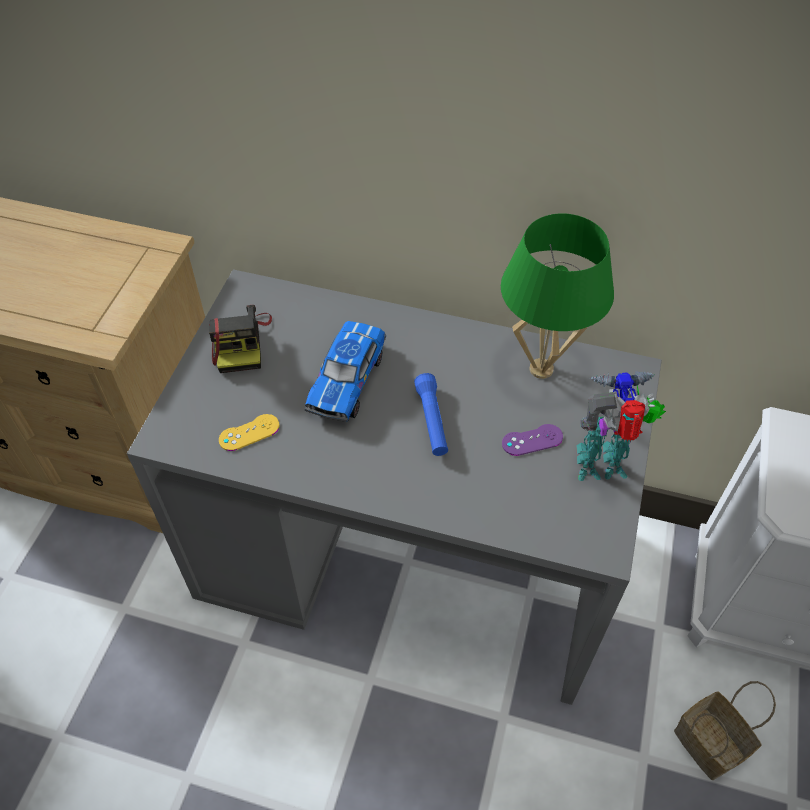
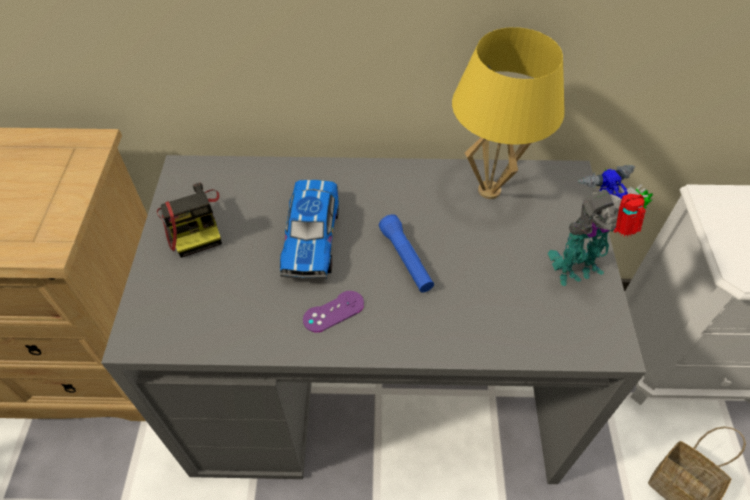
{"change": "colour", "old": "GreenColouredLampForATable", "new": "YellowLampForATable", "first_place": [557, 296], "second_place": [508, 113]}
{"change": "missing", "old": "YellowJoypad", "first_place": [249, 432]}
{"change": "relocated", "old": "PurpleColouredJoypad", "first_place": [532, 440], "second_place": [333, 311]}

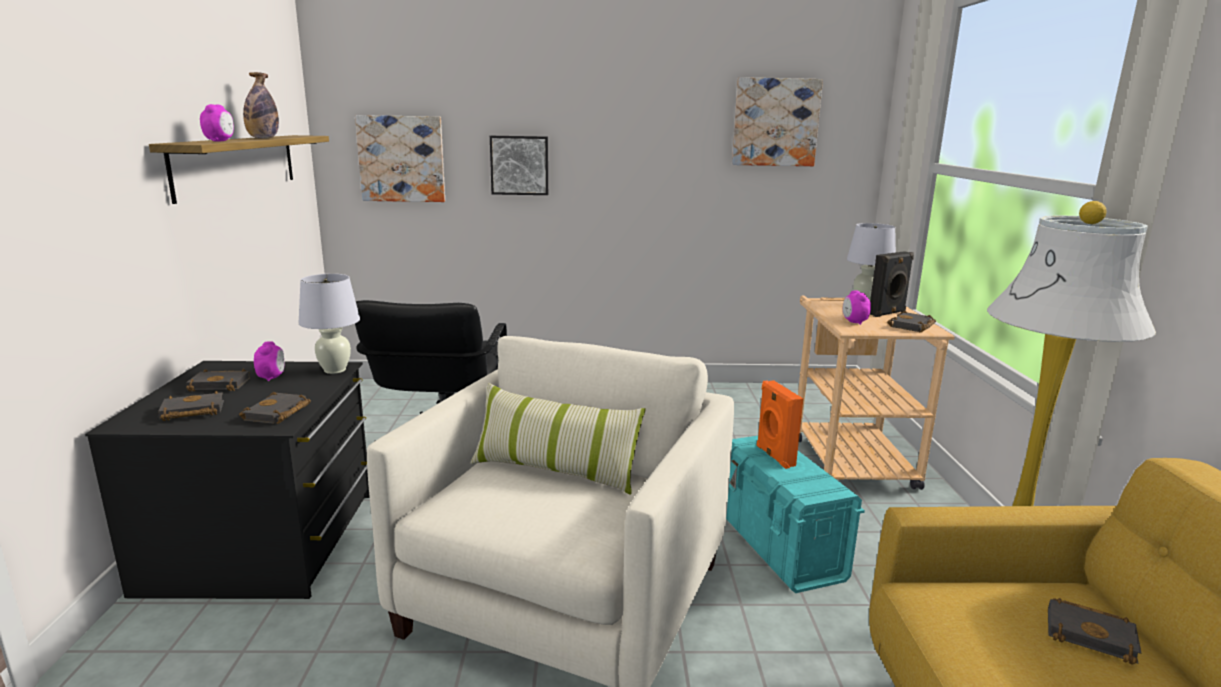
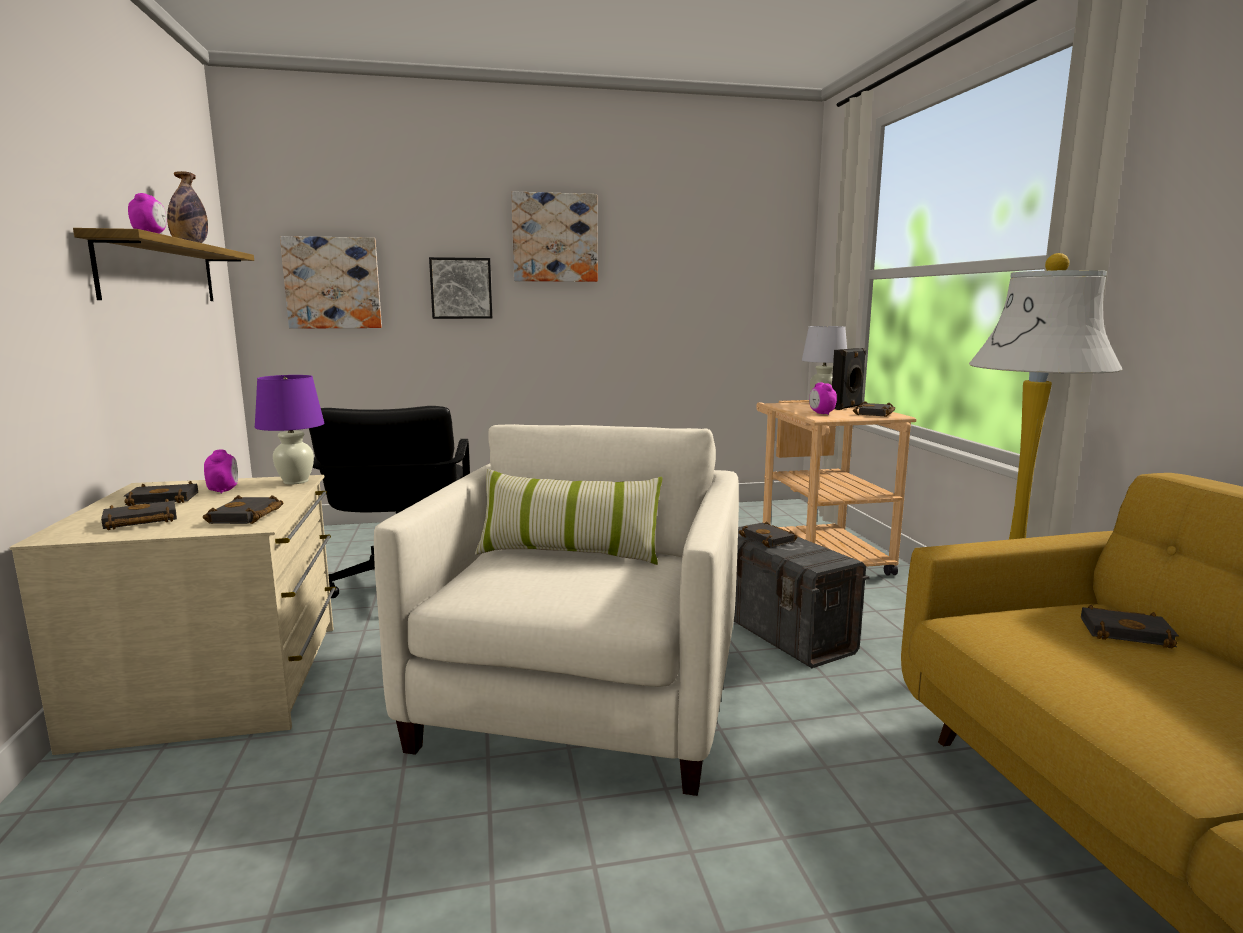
{"change": "relocated", "old": "Picture", "first_place": [777, 121], "second_place": [554, 236]}
{"change": "colour", "old": "WhiteColouredLampForATable", "new": "PurpleColouredLampForATable", "first_place": [329, 324], "second_place": [289, 429]}
{"change": "colour", "old": "BlackDrawerChest", "new": "SandColouredDrawerChest", "first_place": [227, 480], "second_place": [172, 615]}
{"change": "exchanged", "old": "OrangeSpeaker", "new": "BlackBook", "first_place": [780, 424], "second_place": [768, 534]}
{"change": "colour", "old": "TurquoiseStorageBin", "new": "GreyStorageBin", "first_place": [795, 514], "second_place": [802, 595]}

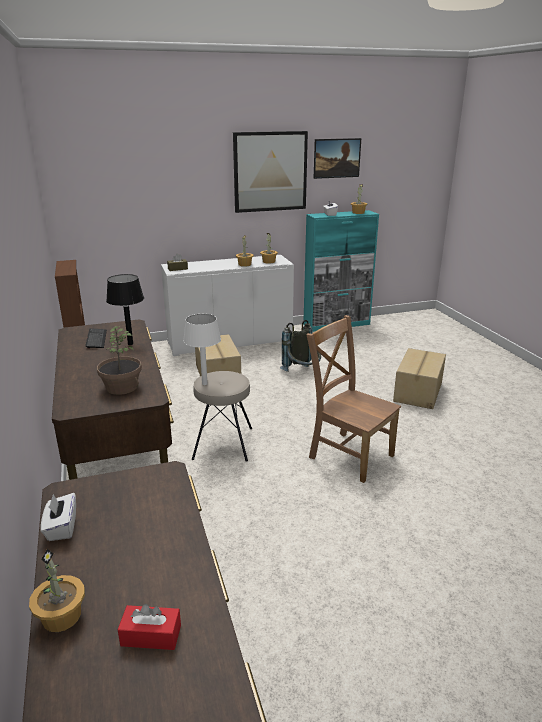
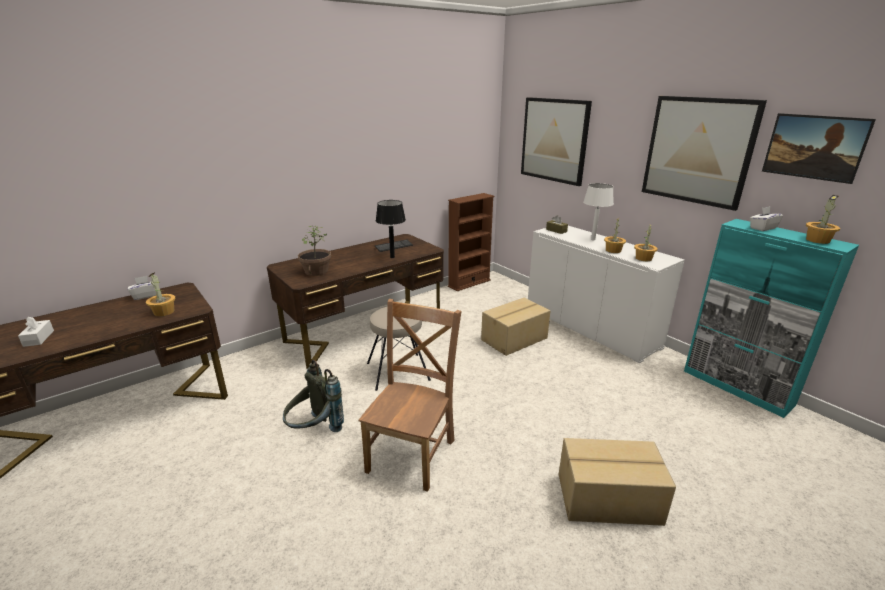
{"change": "relocated", "old": "WhiteColouredLampForATable", "first_place": [202, 349], "second_place": [598, 211]}
{"change": "relocated", "old": "GreyRucksack", "first_place": [300, 346], "second_place": [313, 396]}
{"change": "relocated", "old": "PottedPlant", "first_place": [57, 590], "second_place": [161, 295]}
{"change": "colour", "old": "RedTissueBox", "new": "WhiteColouredTissueBox", "first_place": [149, 627], "second_place": [36, 331]}
{"change": "appeared", "new": "Picture", "second_place": [556, 141]}

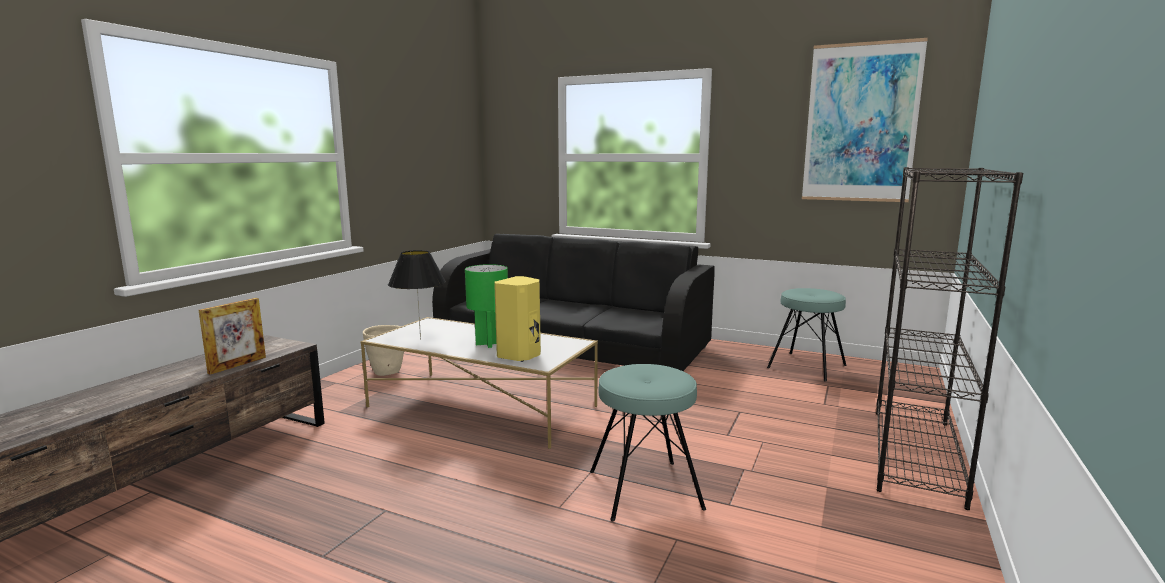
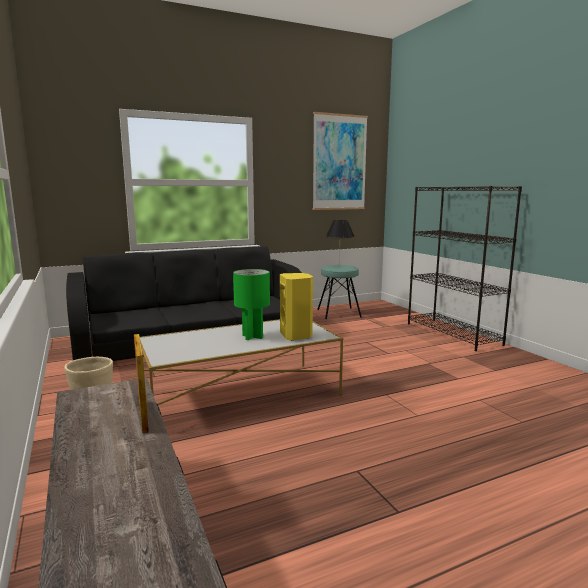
{"change": "relocated", "old": "BlackLampForATable", "first_place": [417, 294], "second_place": [340, 243]}
{"change": "missing", "old": "TurquoiseStool", "first_place": [648, 442]}

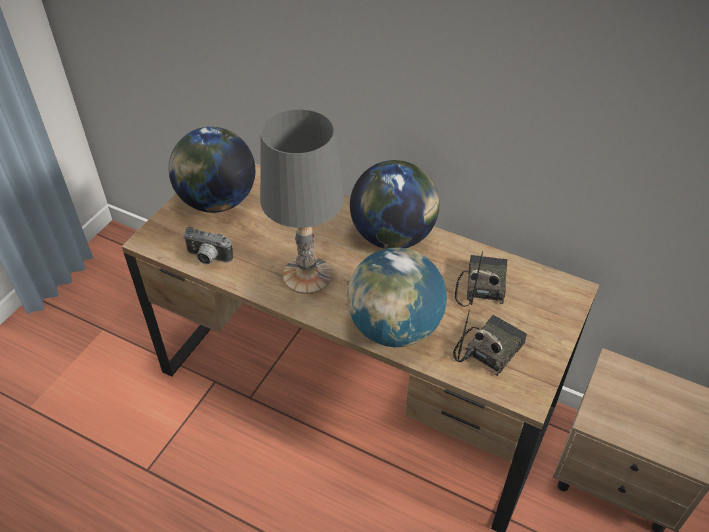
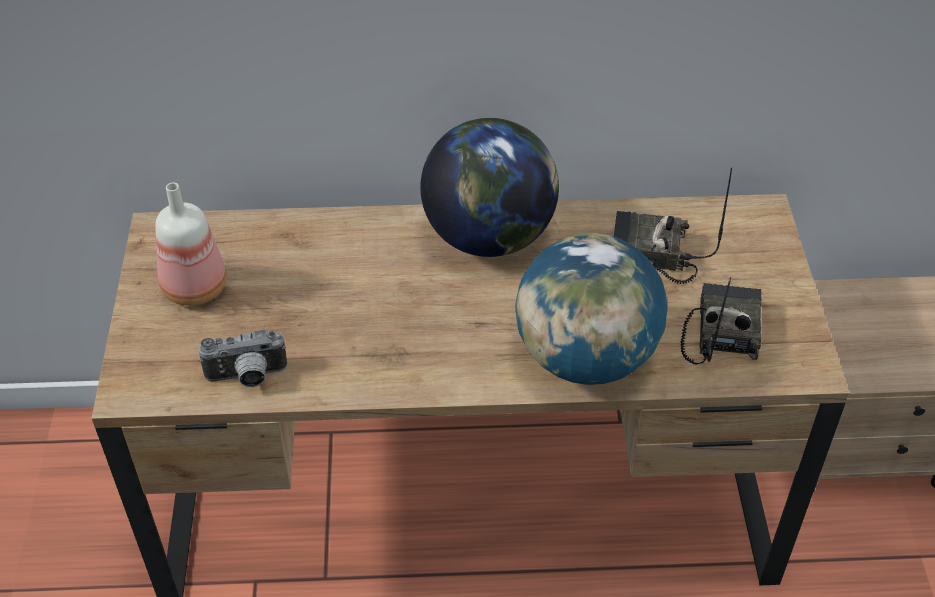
{"change": "missing", "old": "GreyLampForATable", "first_place": [302, 201]}
{"change": "exchanged", "old": "DeskGlobe", "new": "DrinkBottle", "first_place": [212, 170], "second_place": [191, 244]}
{"change": "spun", "old": "Radio", "first_place": [481, 279], "second_place": [673, 225], "degrees": -60}

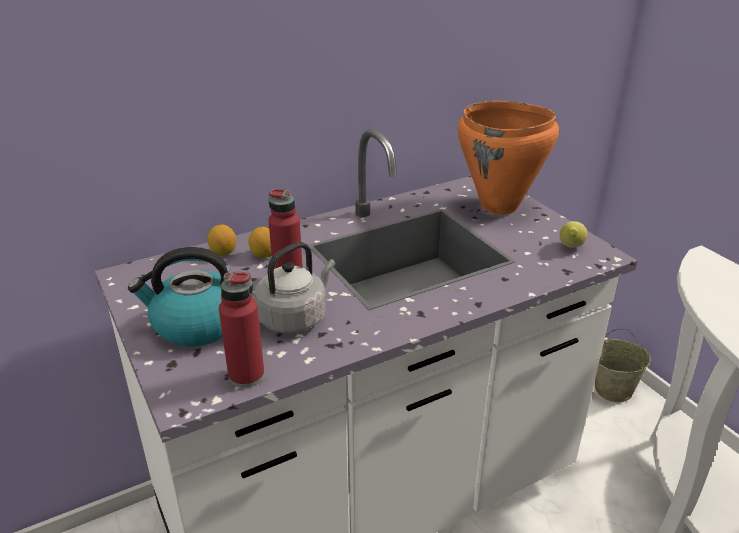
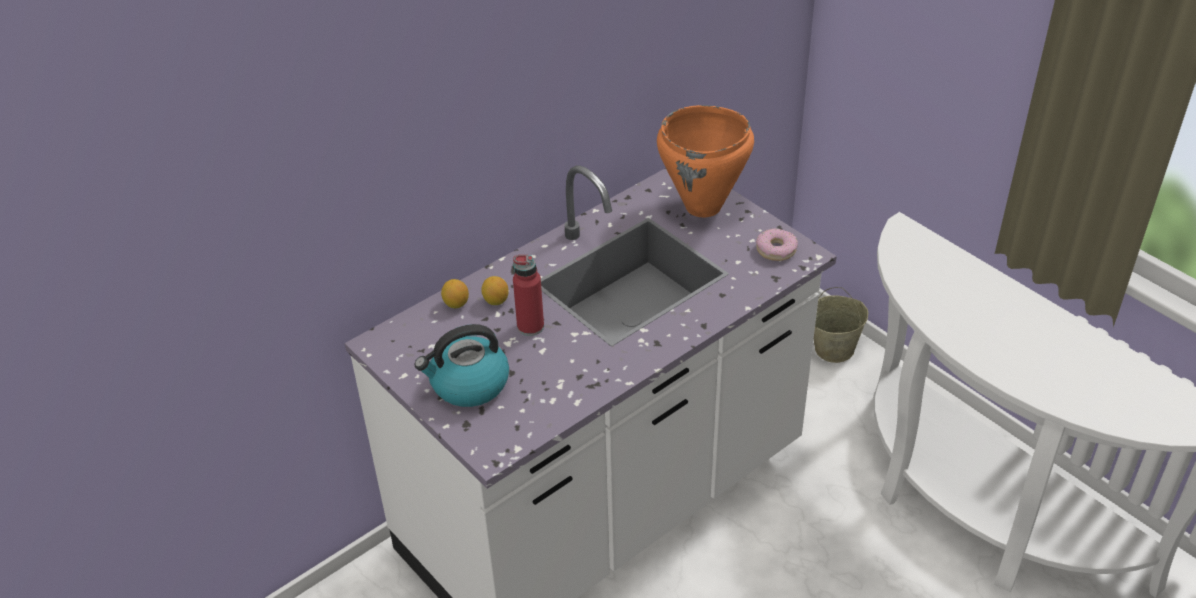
{"change": "exchanged", "old": "CitrusFruit", "new": "Donut", "first_place": [573, 234], "second_place": [777, 244]}
{"change": "missing", "old": "GreyTeaKettle", "first_place": [294, 287]}
{"change": "missing", "old": "RedDrinkBottle", "first_place": [242, 330]}

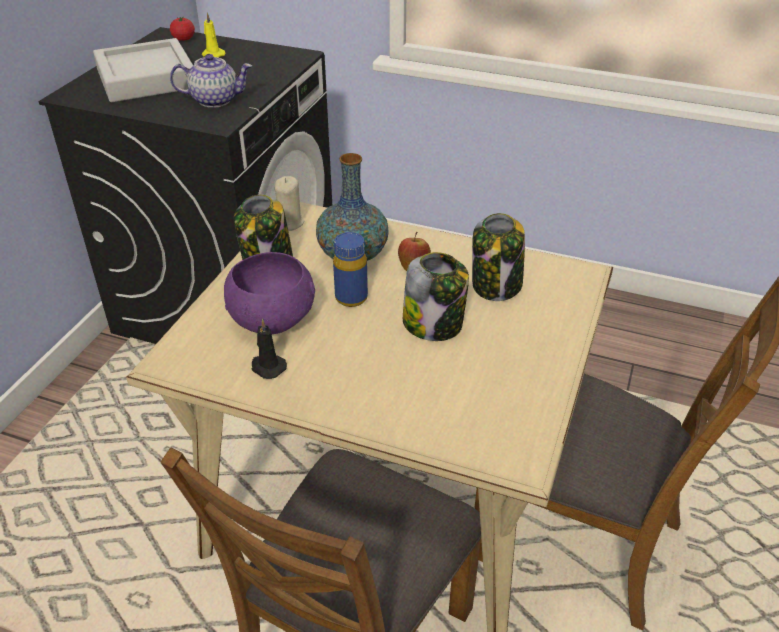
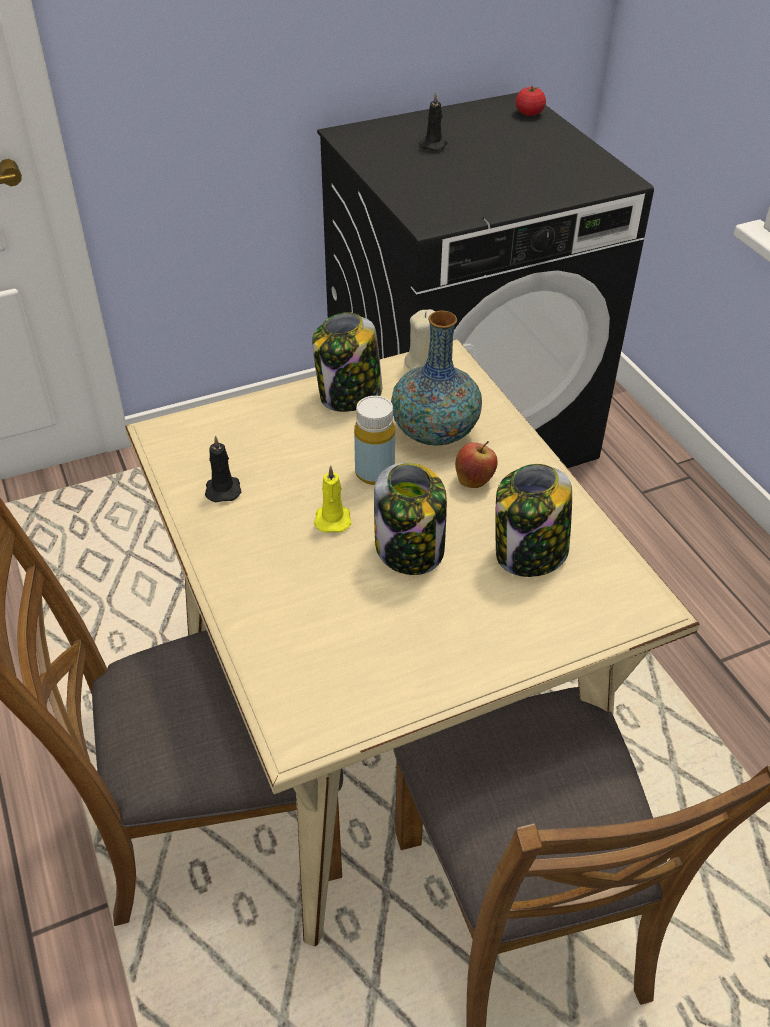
{"change": "relocated", "old": "YellowWaxLight", "first_place": [213, 34], "second_place": [332, 498]}
{"change": "exchanged", "old": "GreyTray", "new": "BlackWaxLight", "first_place": [143, 70], "second_place": [433, 121]}
{"change": "missing", "old": "PotForTea", "first_place": [211, 81]}
{"change": "colour", "old": "BlueColouredDrinkBottle", "new": "YellowDrinkBottle", "first_place": [350, 269], "second_place": [374, 440]}
{"change": "missing", "old": "PurpleColouredServingBowl", "first_place": [269, 293]}

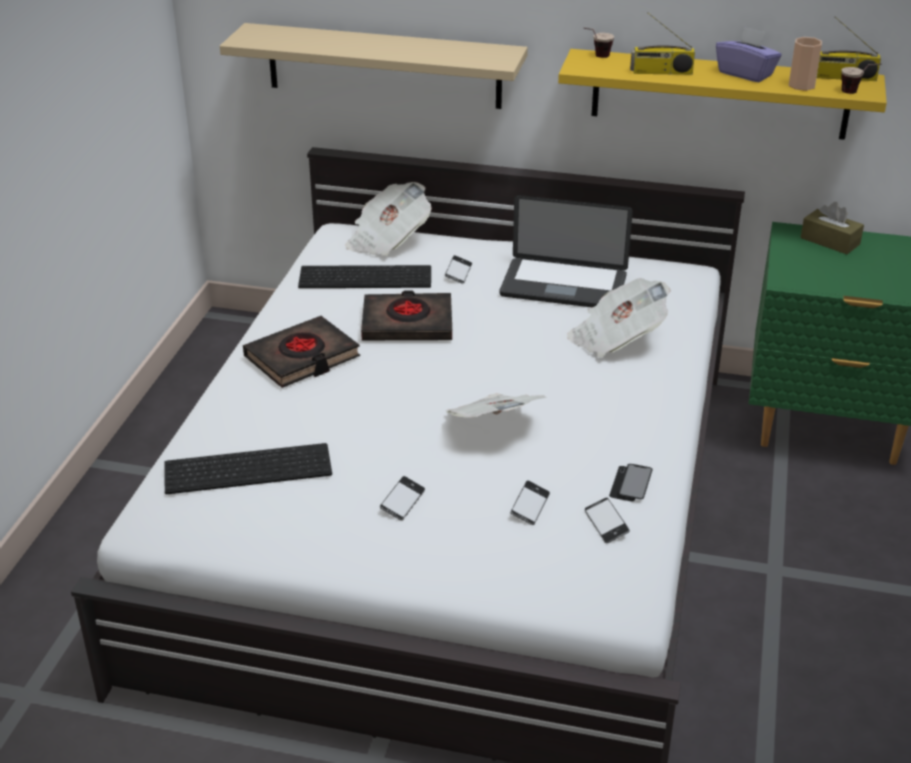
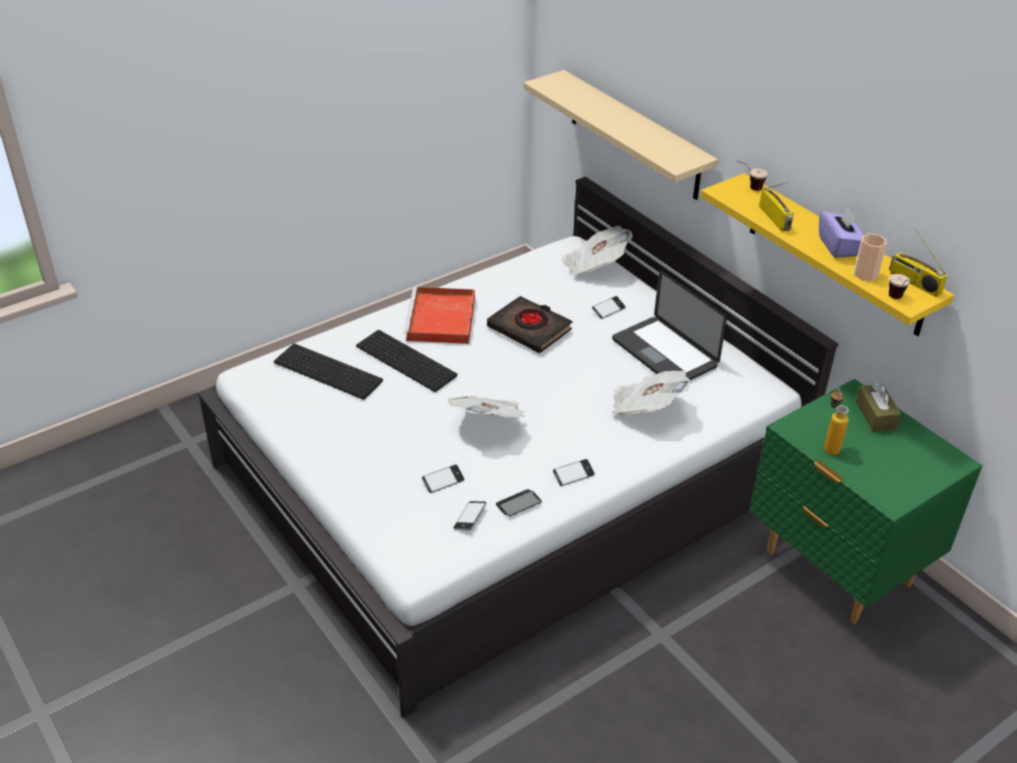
{"change": "spun", "old": "Radio", "first_place": [662, 43], "second_place": [776, 207], "degrees": -150}
{"change": "relocated", "old": "Keyboard", "first_place": [364, 276], "second_place": [407, 361]}
{"change": "exchanged", "old": "BlackBook", "new": "RedTray", "first_place": [301, 352], "second_place": [439, 315]}
{"change": "relocated", "old": "Handset", "first_place": [402, 498], "second_place": [574, 472]}
{"change": "appeared", "new": "DrinkBottle", "second_place": [836, 421]}

